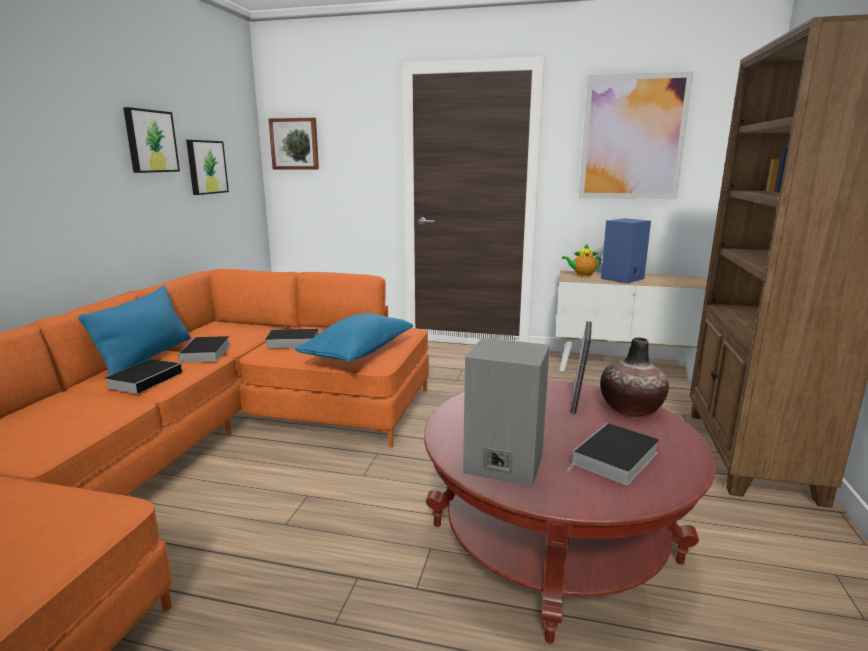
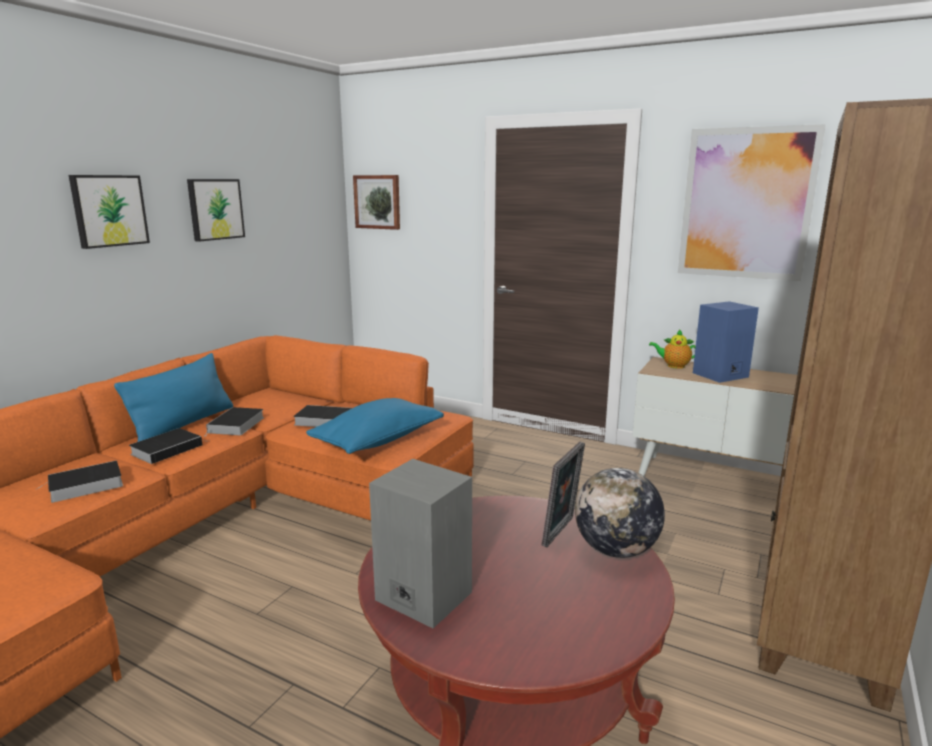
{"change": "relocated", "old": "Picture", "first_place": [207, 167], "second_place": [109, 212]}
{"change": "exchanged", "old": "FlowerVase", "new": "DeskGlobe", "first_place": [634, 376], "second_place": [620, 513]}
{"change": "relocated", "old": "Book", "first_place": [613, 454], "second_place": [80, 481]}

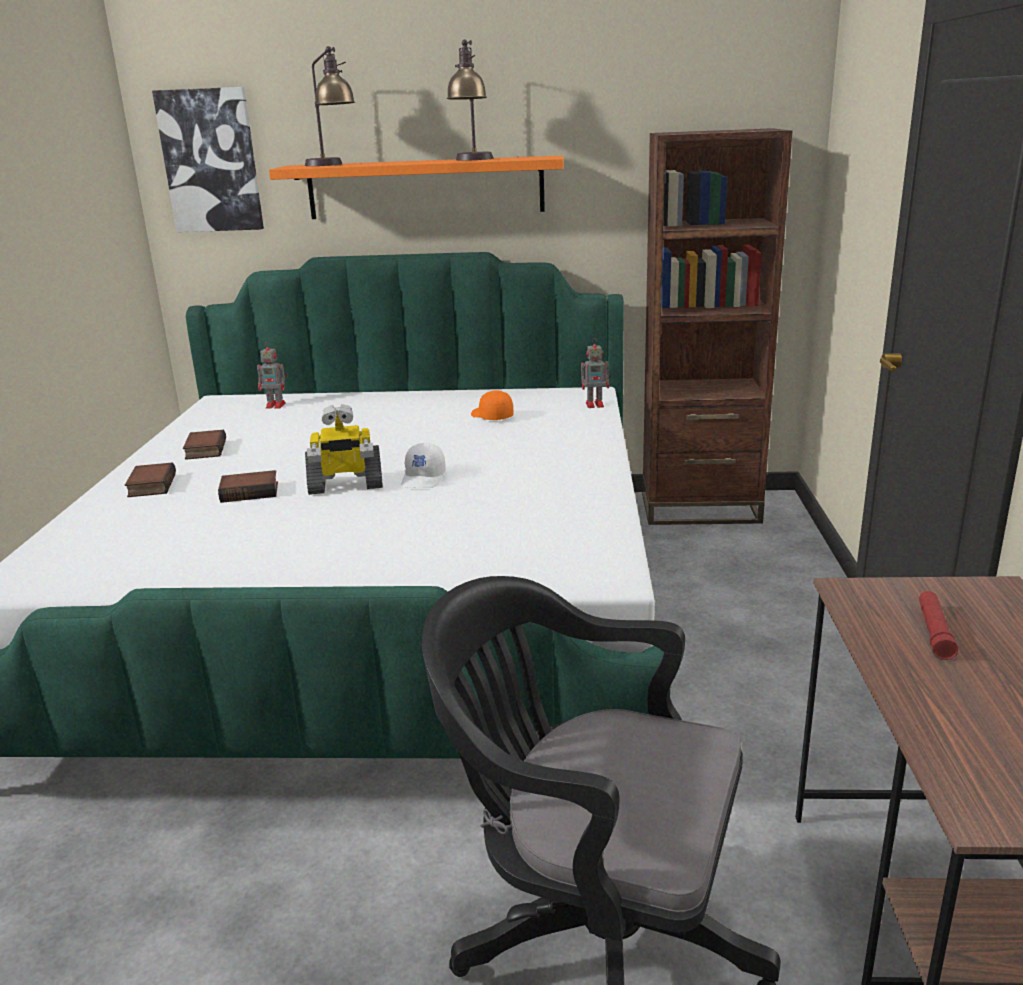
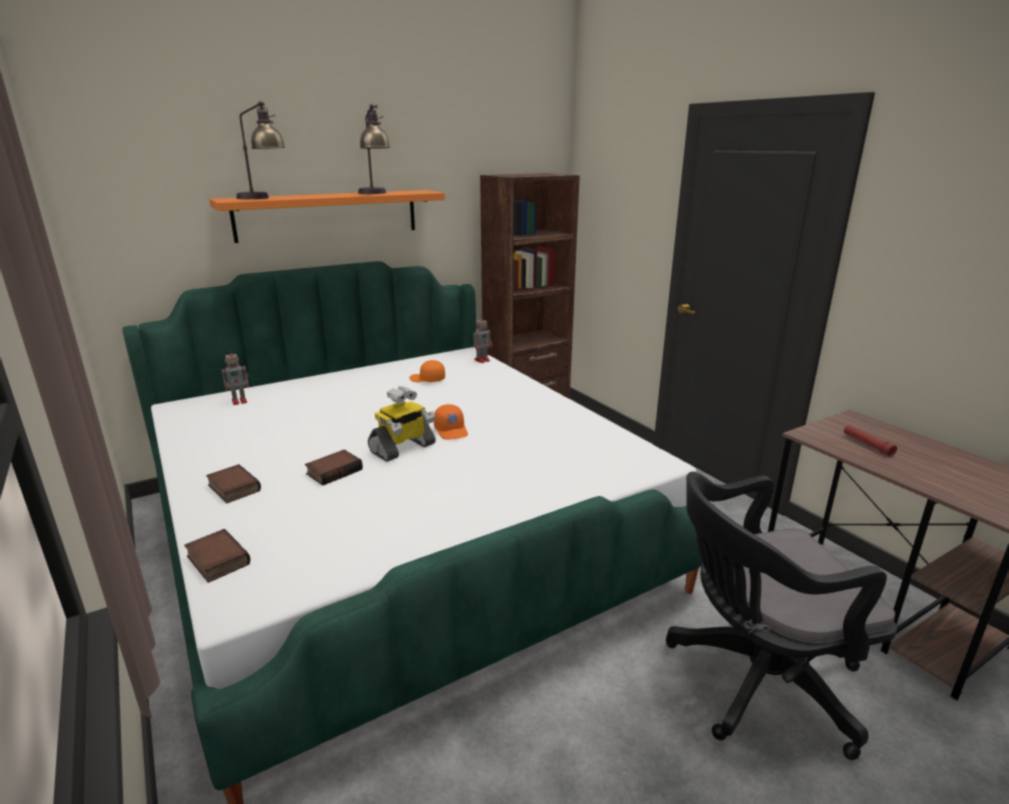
{"change": "missing", "old": "Picture", "first_place": [208, 159]}
{"change": "relocated", "old": "Book", "first_place": [204, 445], "second_place": [217, 556]}
{"change": "colour", "old": "WhiteColouredCap", "new": "OrangeCap", "first_place": [424, 465], "second_place": [451, 422]}

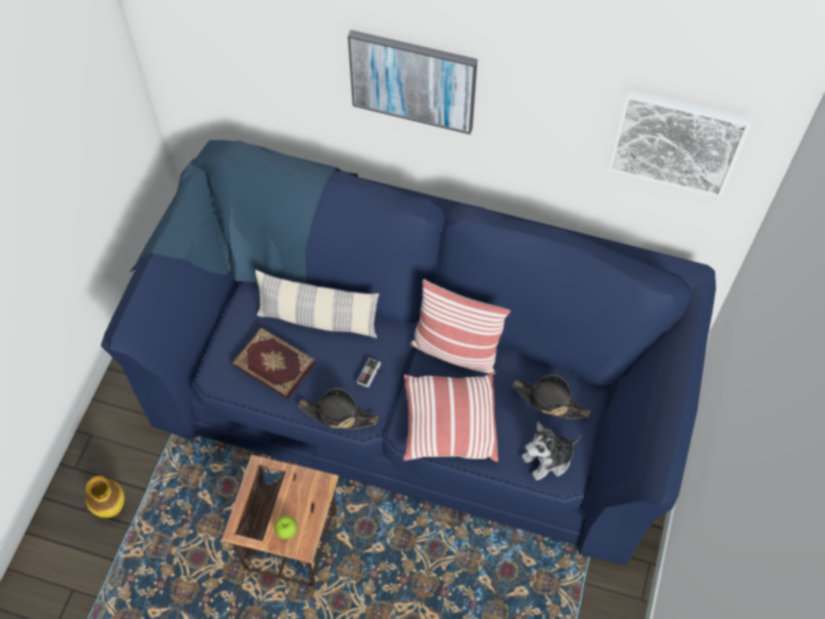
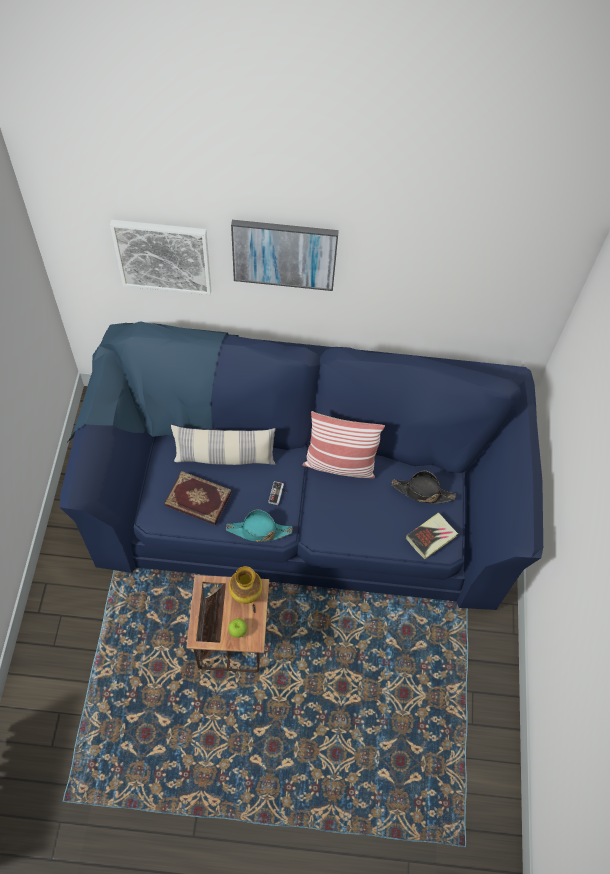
{"change": "relocated", "old": "Picture", "first_place": [680, 144], "second_place": [160, 257]}
{"change": "missing", "old": "ThrowPillow", "first_place": [450, 418]}
{"change": "colour", "old": "BlackClothingHat", "new": "TurquoiseClothingHat", "first_place": [338, 408], "second_place": [259, 525]}
{"change": "exchanged", "old": "PlushToy", "new": "Book", "first_place": [551, 451], "second_place": [432, 536]}
{"change": "relocated", "old": "FlowerVase", "first_place": [105, 497], "second_place": [245, 585]}

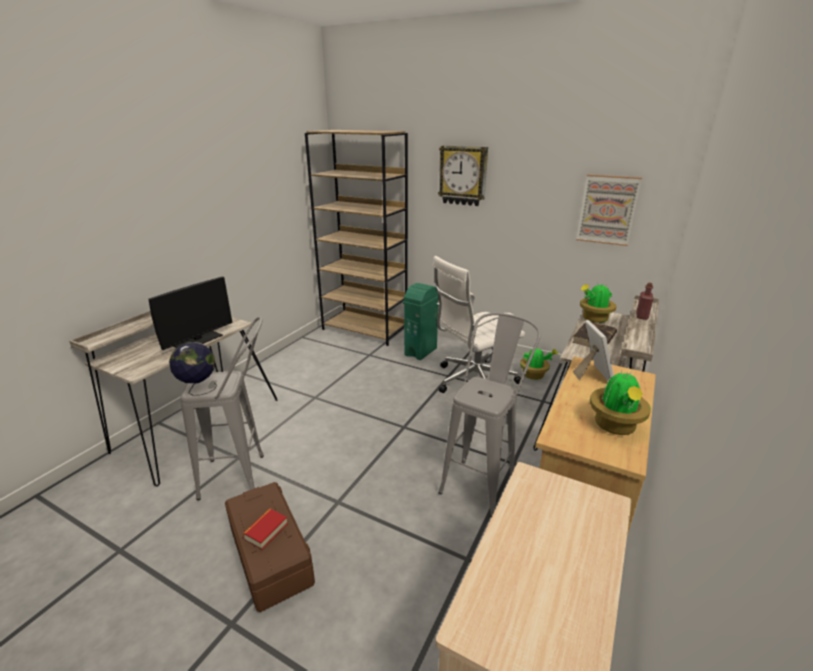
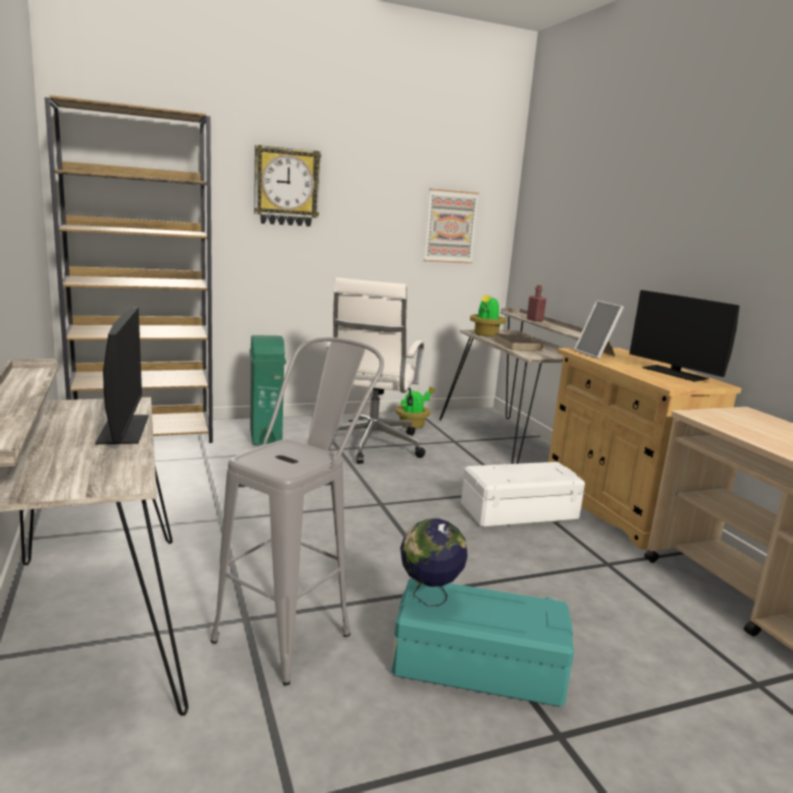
{"change": "exchanged", "old": "GreyStool", "new": "WhiteColouredStorageBin", "first_place": [490, 415], "second_place": [523, 495]}
{"change": "spun", "old": "PictureFrame", "first_place": [593, 350], "second_place": [599, 329], "degrees": -150}
{"change": "relocated", "old": "DeskGlobe", "first_place": [193, 369], "second_place": [434, 562]}
{"change": "exchanged", "old": "PottedPlant", "new": "Monitor", "first_place": [620, 402], "second_place": [684, 336]}
{"change": "colour", "old": "BrownColouredStorageBin", "new": "TurquoiseStorageBin", "first_place": [270, 547], "second_place": [482, 642]}
{"change": "missing", "old": "Book", "first_place": [265, 529]}

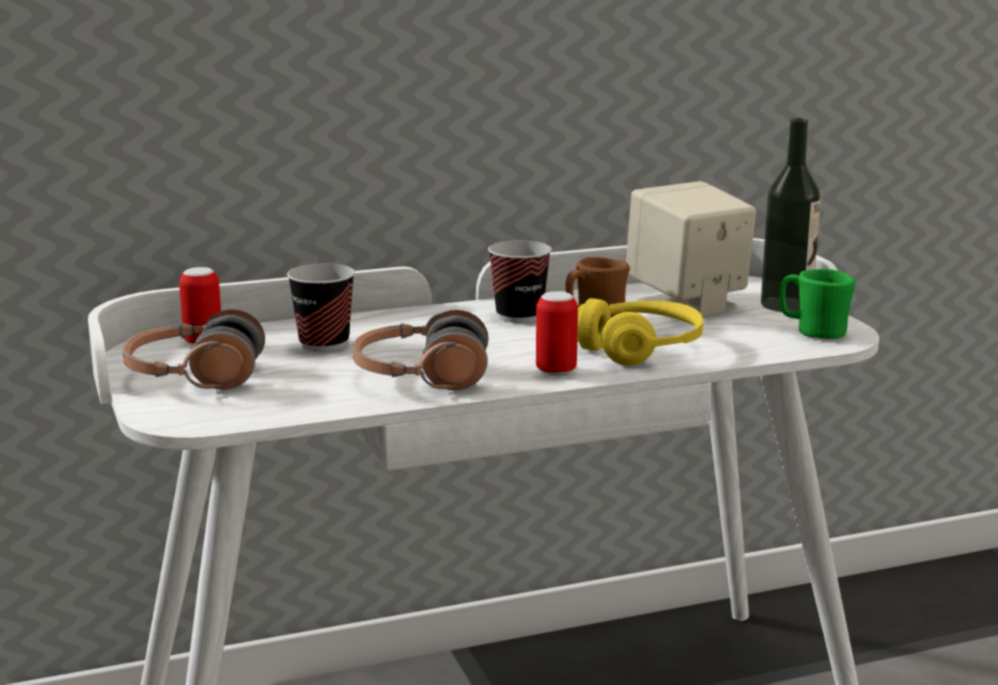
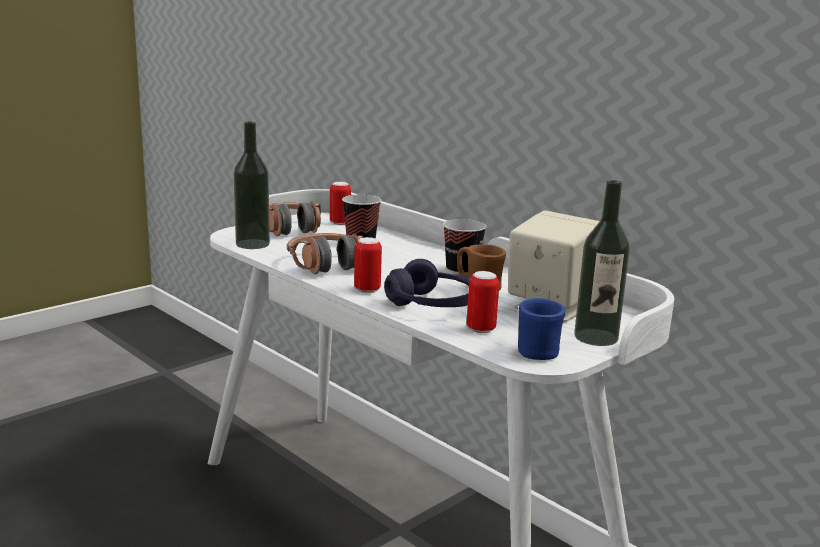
{"change": "colour", "old": "GreenColouredMug", "new": "BlueColouredMug", "first_place": [817, 304], "second_place": [541, 329]}
{"change": "colour", "old": "YellowPairOfHeadphones", "new": "PurpleColouredPairOfHeadphones", "first_place": [640, 332], "second_place": [427, 283]}
{"change": "appeared", "new": "DrinkBottle", "second_place": [252, 185]}
{"change": "appeared", "new": "Can", "second_place": [483, 302]}

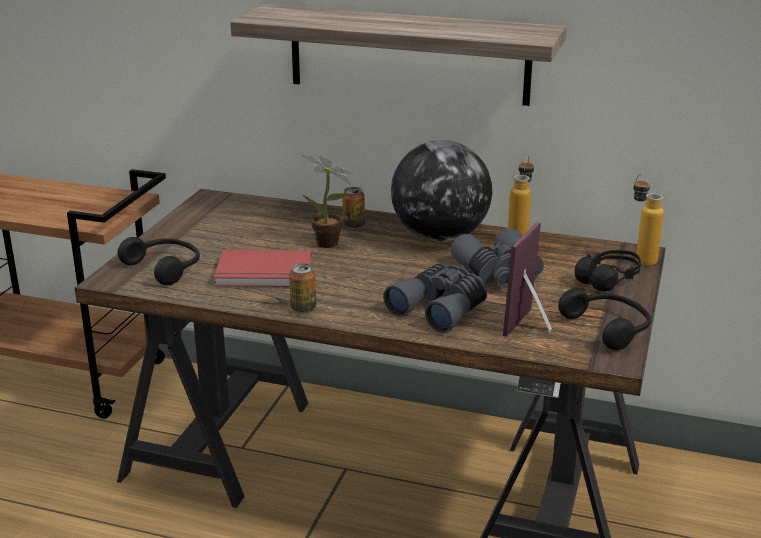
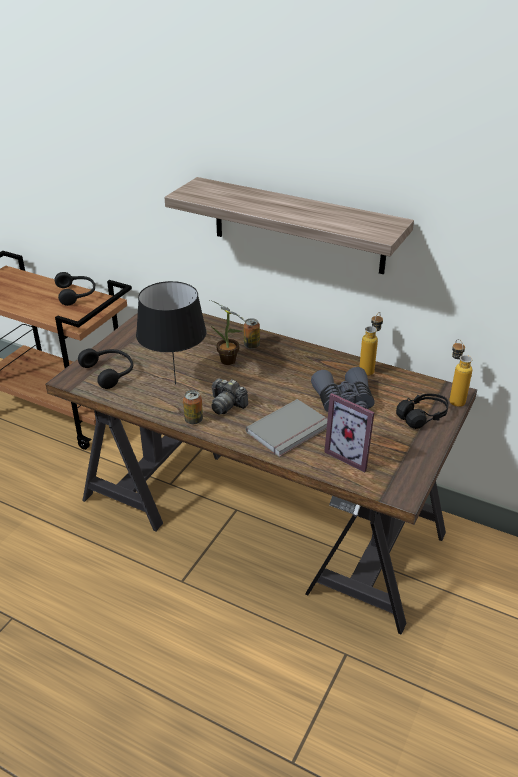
{"change": "missing", "old": "DeskGlobe", "first_place": [441, 191]}
{"change": "spun", "old": "PictureFrame", "first_place": [527, 279], "second_place": [349, 433], "degrees": -90}
{"change": "exchanged", "old": "RedBook", "new": "BlackLampForATable", "first_place": [263, 268], "second_place": [171, 333]}
{"change": "exchanged", "old": "GreyPairOfBinoculars", "new": "GreyBook", "first_place": [435, 298], "second_place": [286, 428]}
{"change": "relocated", "old": "BlackPairOfHeadphones", "first_place": [604, 319], "second_place": [75, 289]}
{"change": "appeared", "new": "StillCamera", "second_place": [229, 396]}

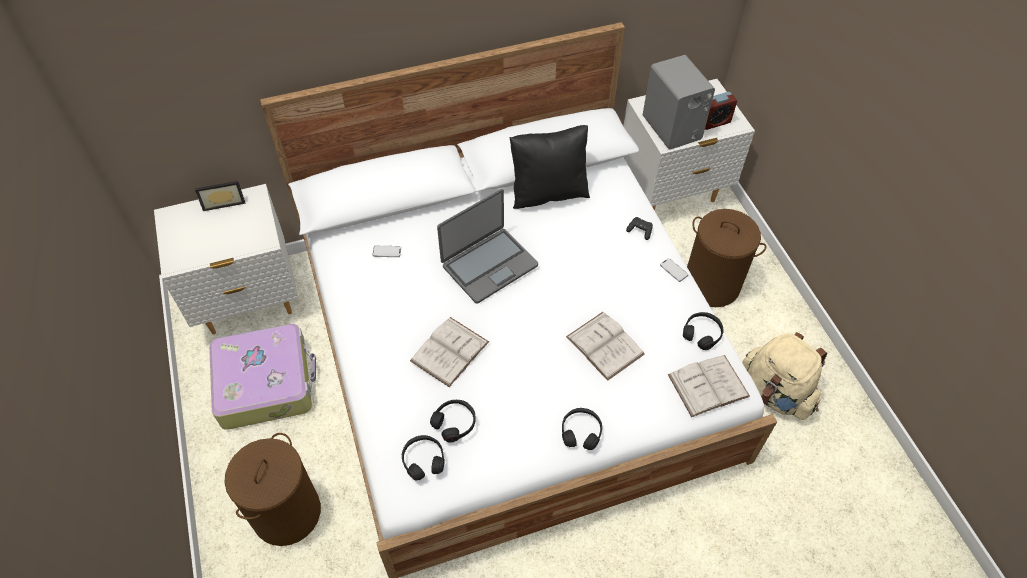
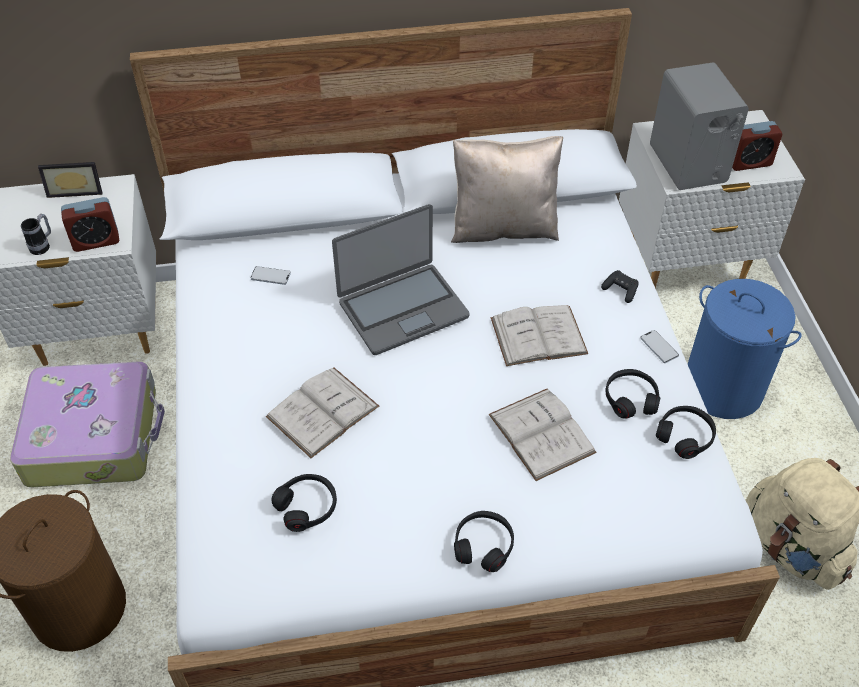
{"change": "colour", "old": "BlackThrowPillow", "new": "SandColouredThrowPillow", "first_place": [550, 167], "second_place": [507, 189]}
{"change": "colour", "old": "BrownColouredLaundryBasket", "new": "BlueColouredLaundryBasket", "first_place": [726, 258], "second_place": [745, 349]}
{"change": "relocated", "old": "WhiteColouredBook", "first_place": [709, 386], "second_place": [539, 335]}
{"change": "relocated", "old": "BlackPairOfHeadphones", "first_place": [423, 458], "second_place": [632, 394]}
{"change": "appeared", "new": "AlarmClock", "second_place": [90, 224]}
{"change": "appeared", "new": "Mug", "second_place": [36, 234]}

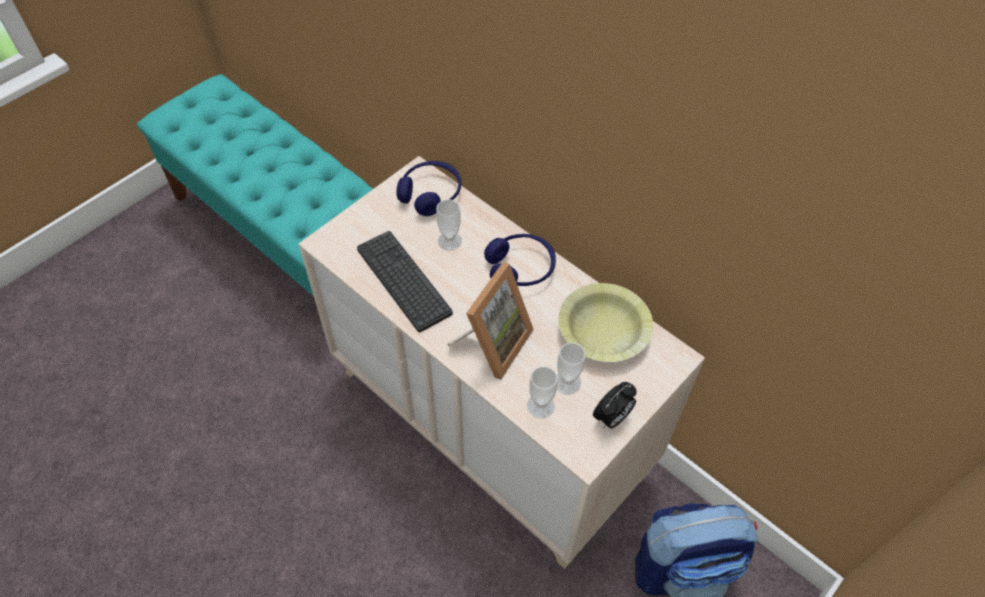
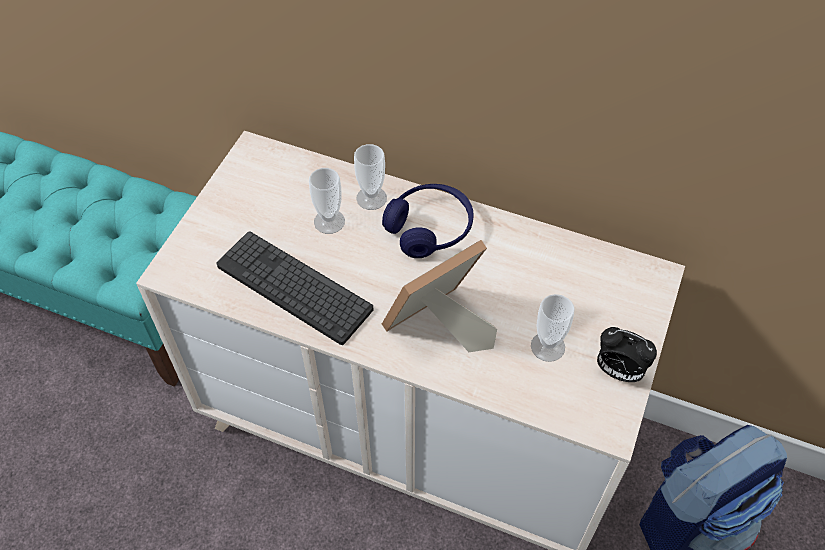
{"change": "missing", "old": "BlueColouredPairOfHeadphones", "first_place": [428, 188]}
{"change": "spun", "old": "PictureFrame", "first_place": [490, 320], "second_place": [439, 296], "degrees": -135}
{"change": "missing", "old": "YellowServingBowl", "first_place": [605, 322]}
{"change": "relocated", "old": "DrinkingCup", "first_place": [542, 392], "second_place": [370, 177]}
{"change": "spun", "old": "AlarmClock", "first_place": [615, 405], "second_place": [627, 354], "degrees": 90}

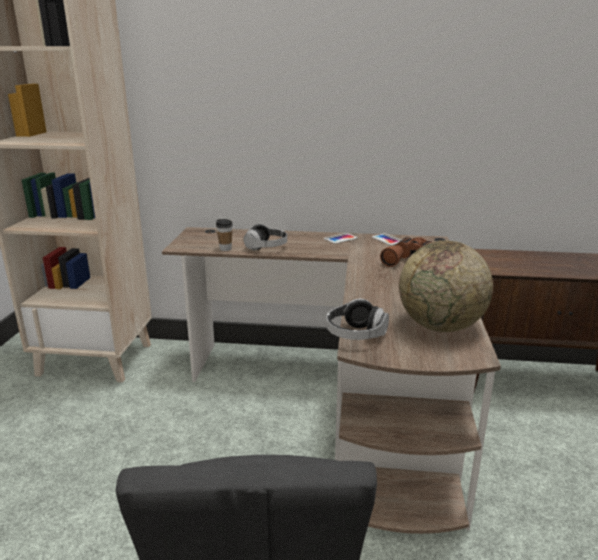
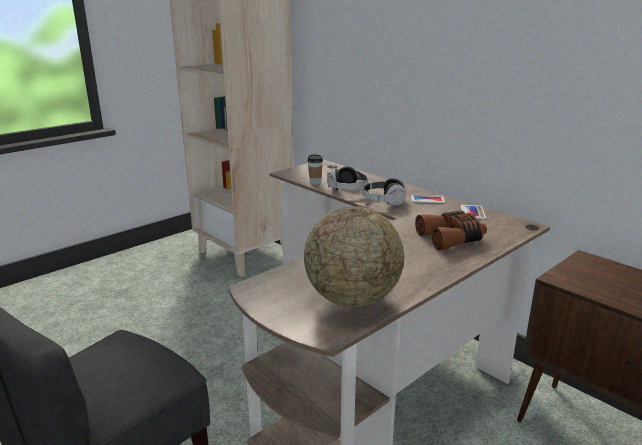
{"change": "relocated", "old": "PairOfHeadphones", "first_place": [357, 319], "second_place": [384, 192]}

